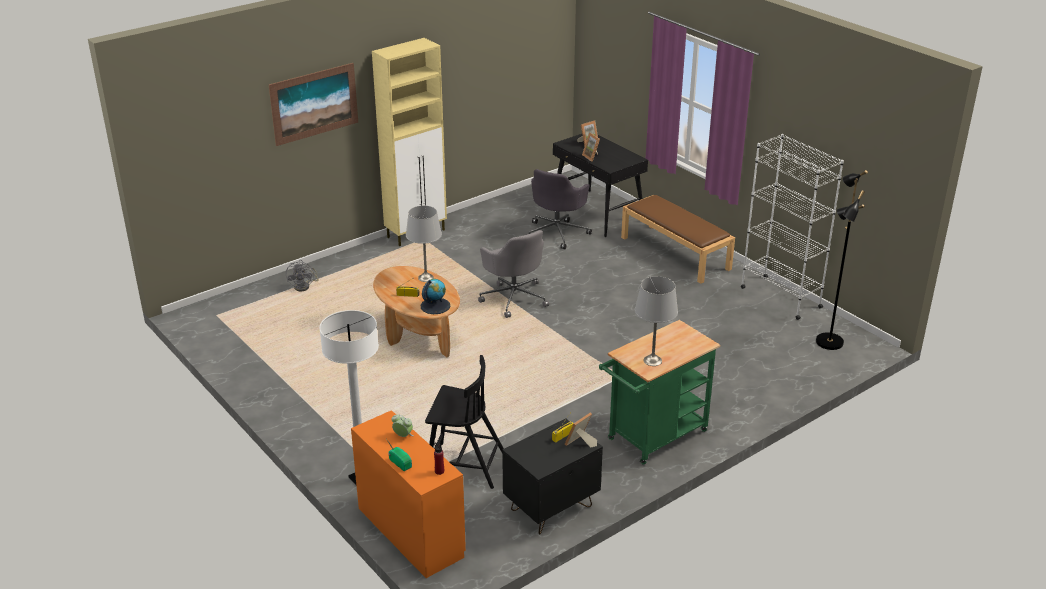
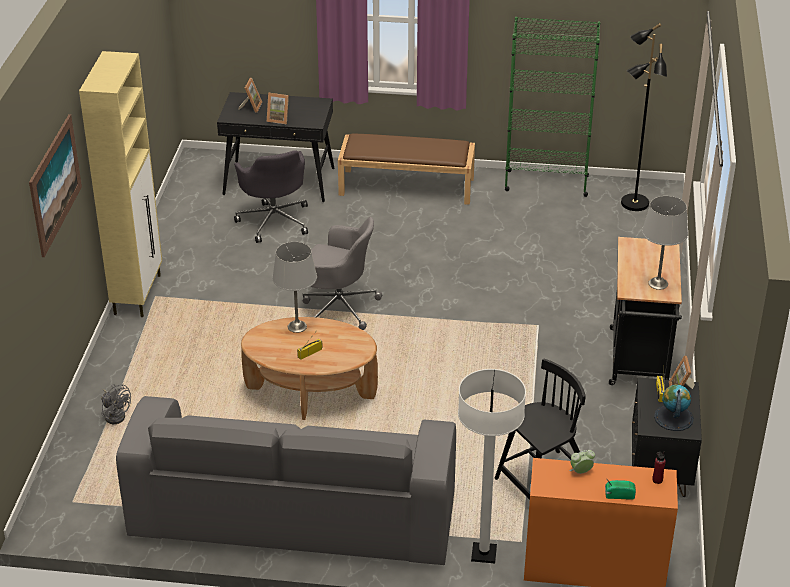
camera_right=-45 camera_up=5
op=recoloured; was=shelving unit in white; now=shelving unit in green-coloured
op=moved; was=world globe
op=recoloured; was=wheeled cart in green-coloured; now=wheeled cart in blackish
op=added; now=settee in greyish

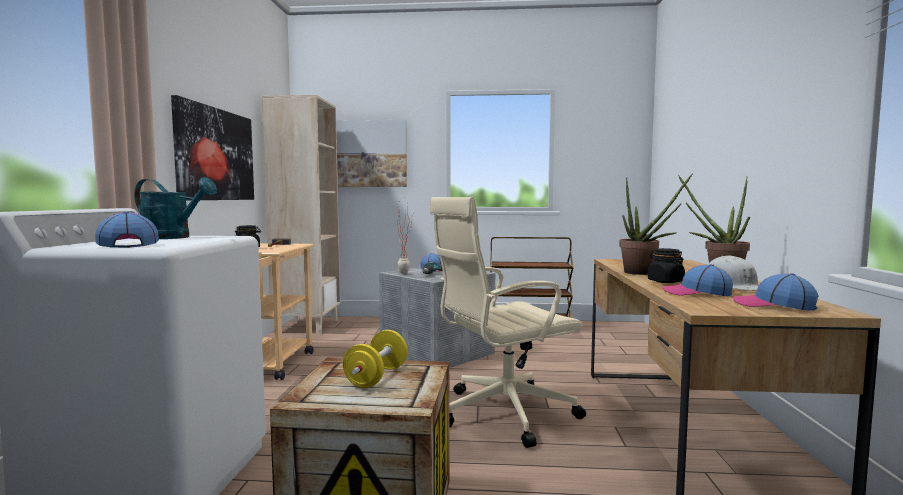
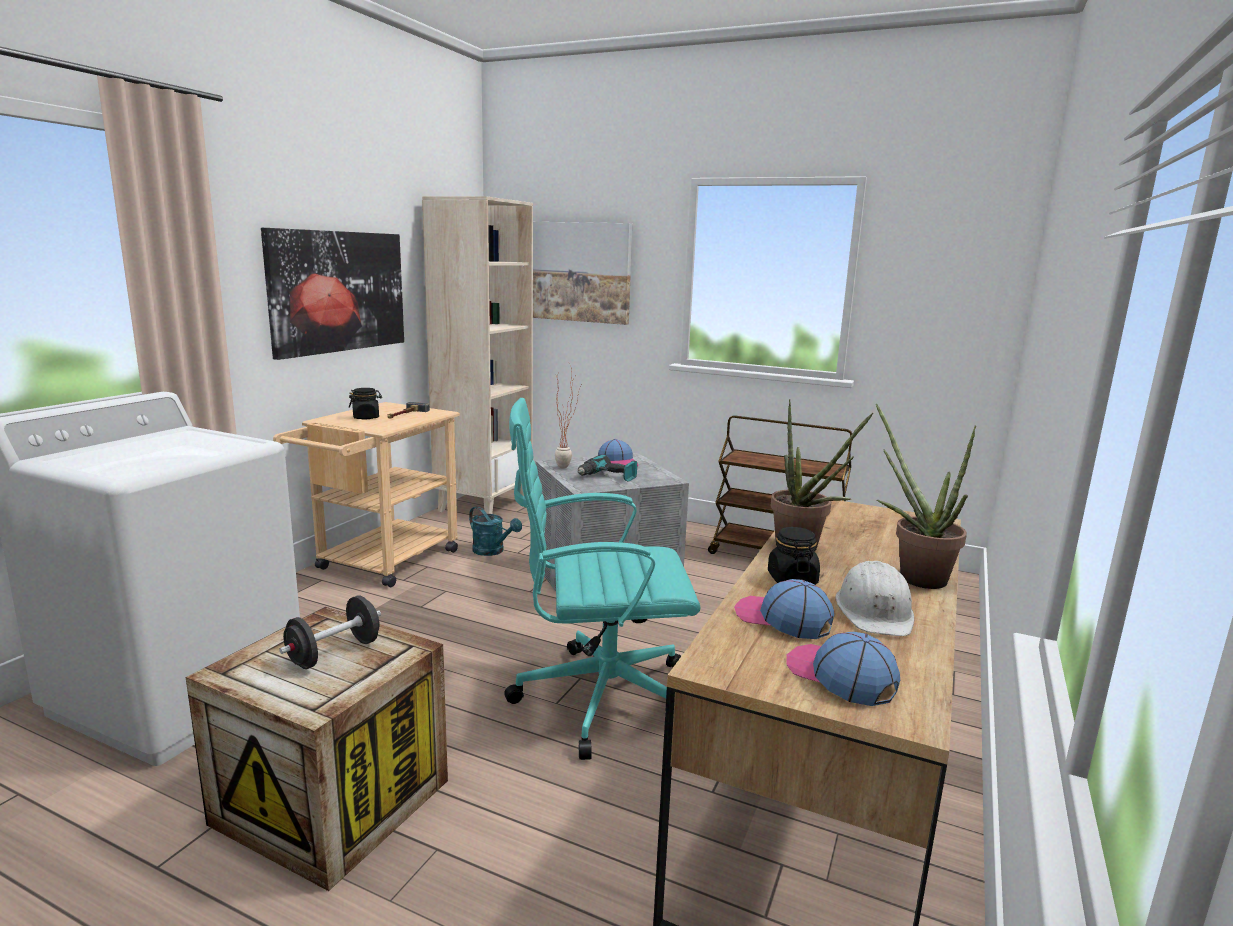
camera_right=20 camera_up=10
op=moved; was=sprinkling can in blue-green
op=recoloured; was=office chair in beige-coloured; now=office chair in blue-green
op=removed; was=peaked cap (1st from left)
op=recoloured; was=dumbbell in yellow-coloured; now=dumbbell in blackish

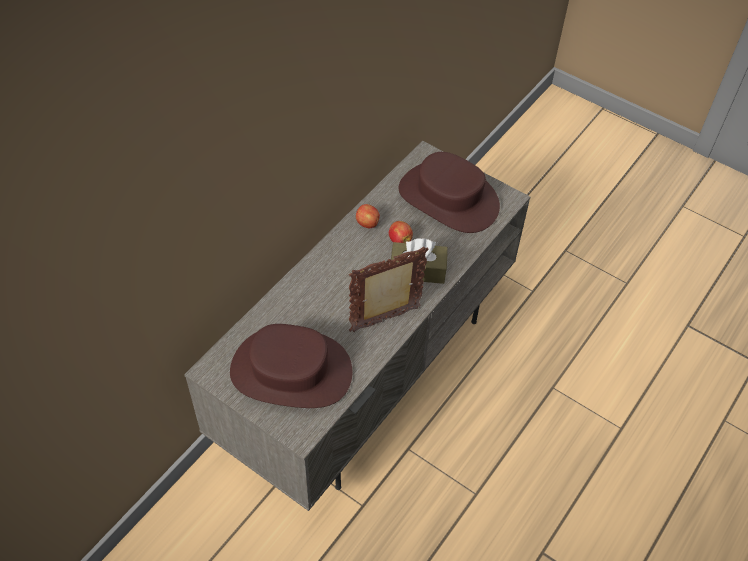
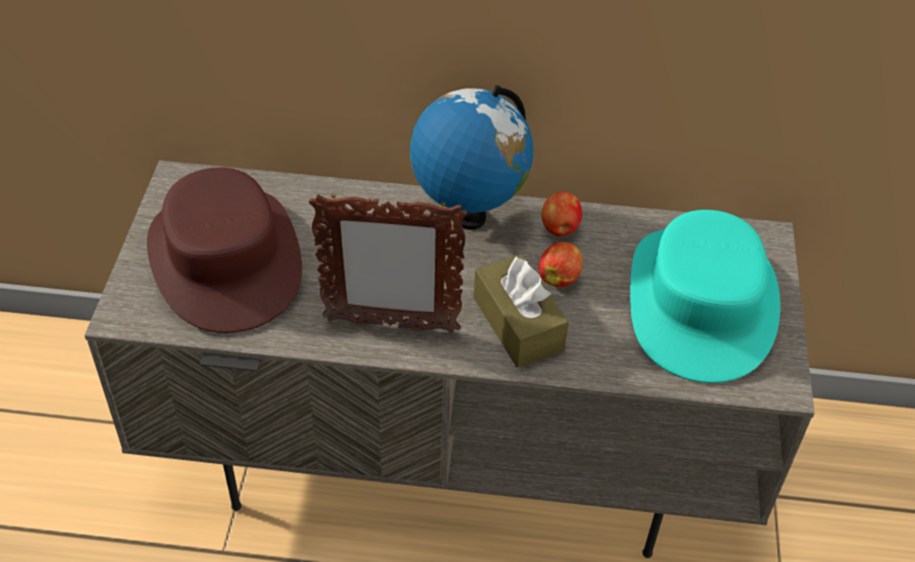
camera_right=60 camera_up=-5
op=recoloured; was=hat in brown-coloured (2nd from left); now=hat in blue-green
op=turned; was=photo frame; clockwise=150
op=added; now=world globe

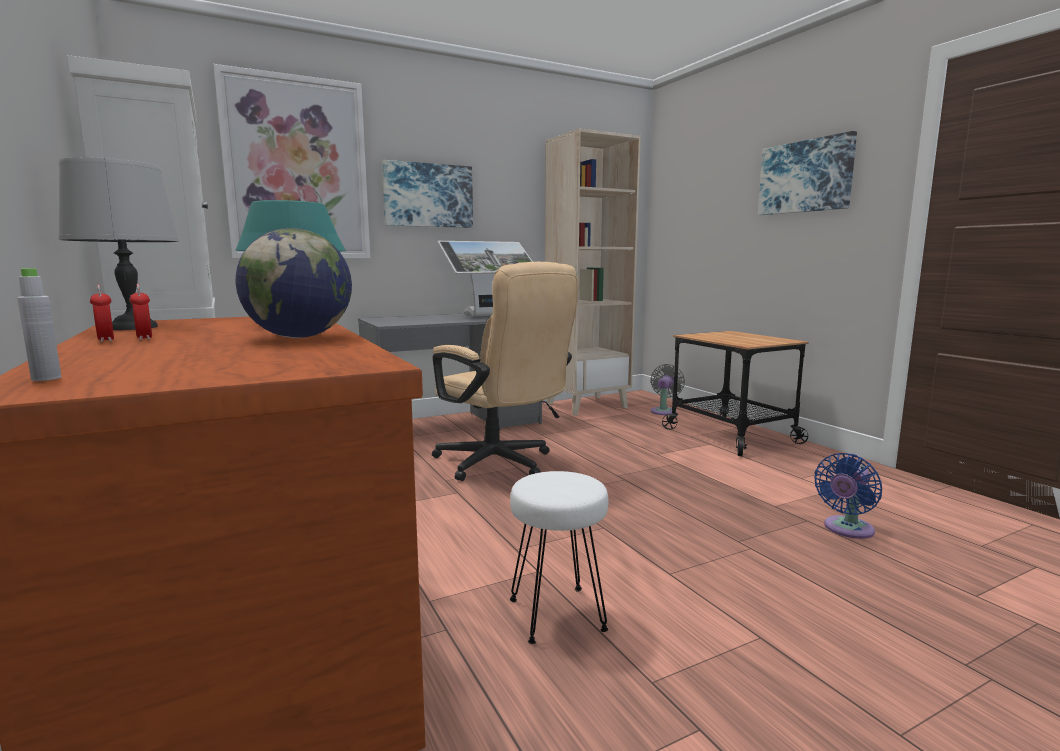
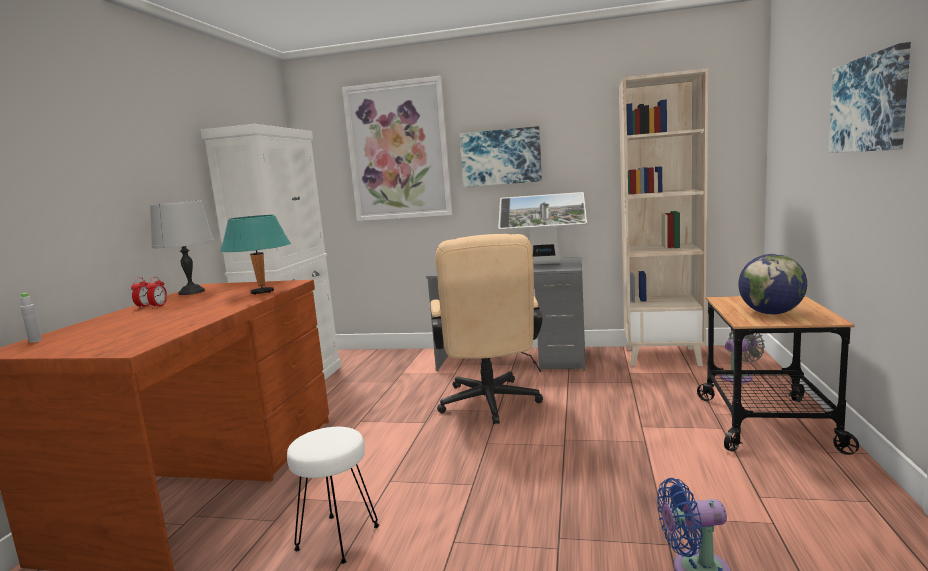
camera_right=40 camera_up=0
op=moved; was=world globe

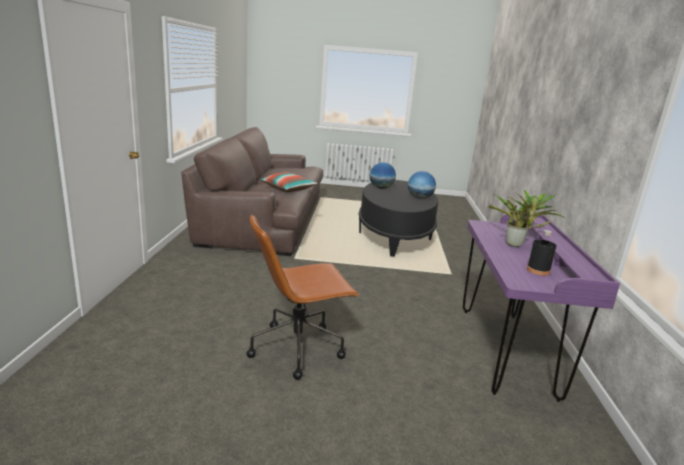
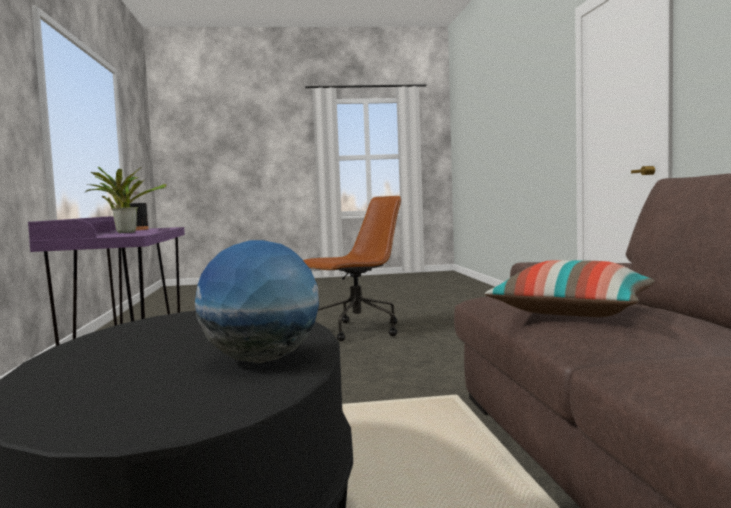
camera_right=170 camera_up=-15
op=removed; was=world globe (2nd from left)

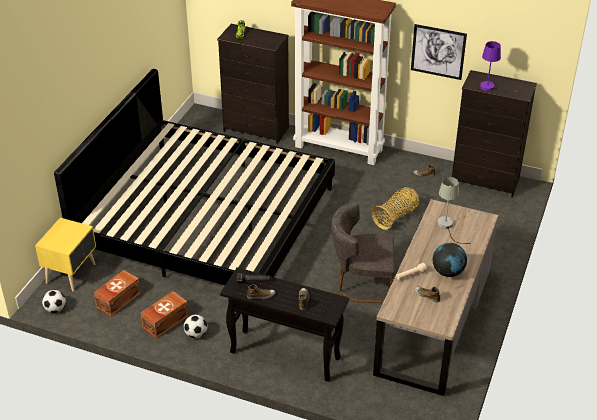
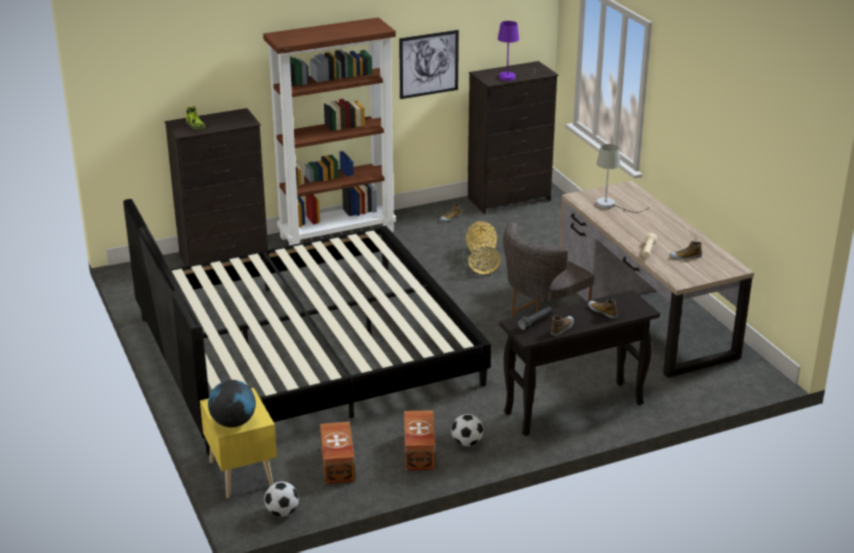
camera_right=-45 camera_up=-10
op=moved; was=world globe

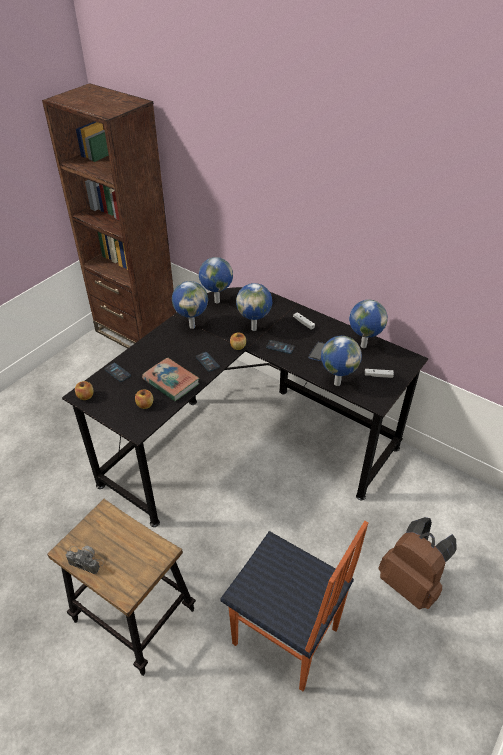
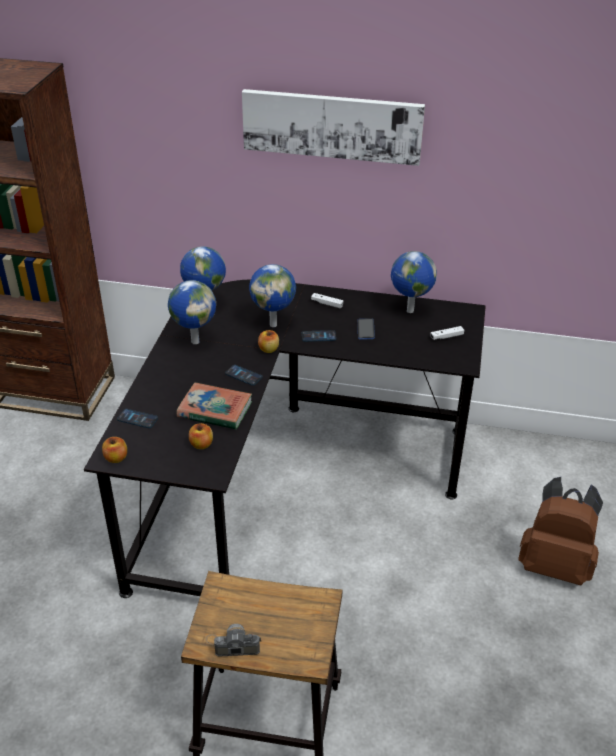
camera_right=-25 camera_up=-5
op=removed; was=world globe (4th from left)
op=removed; was=upright chair
op=added; now=picture

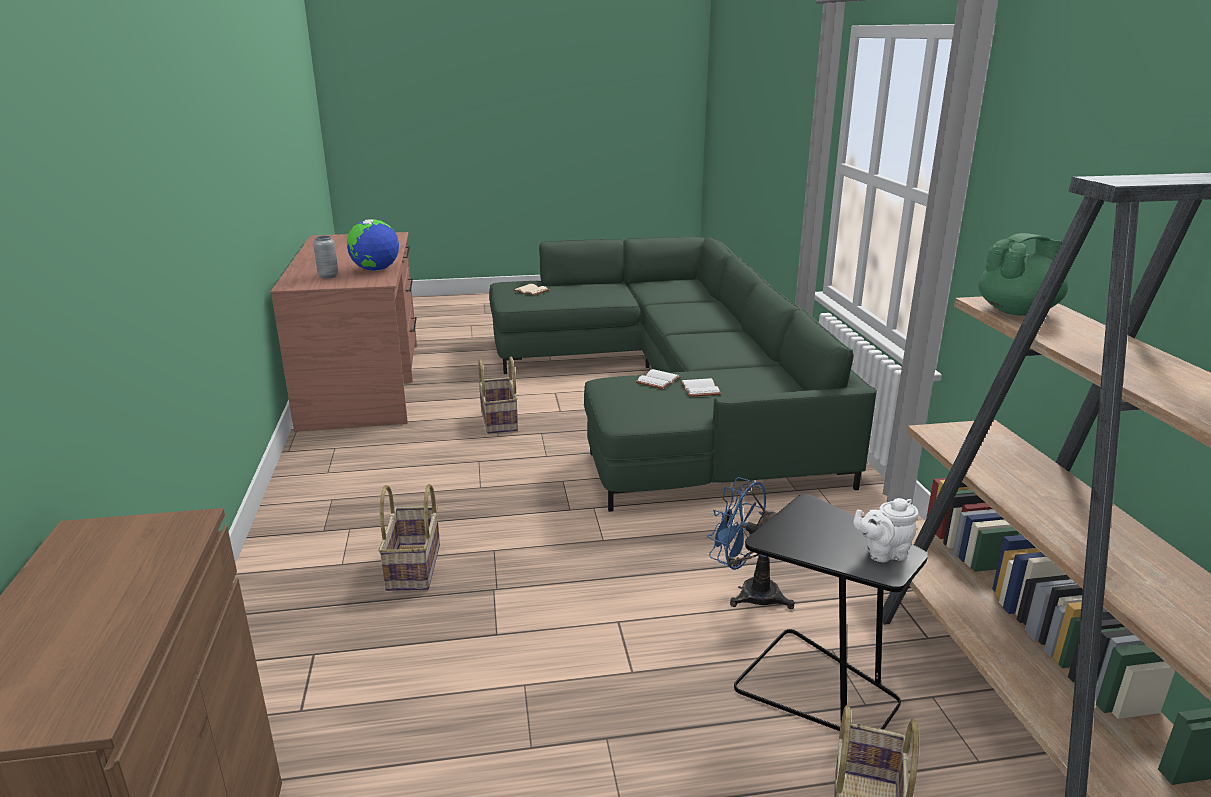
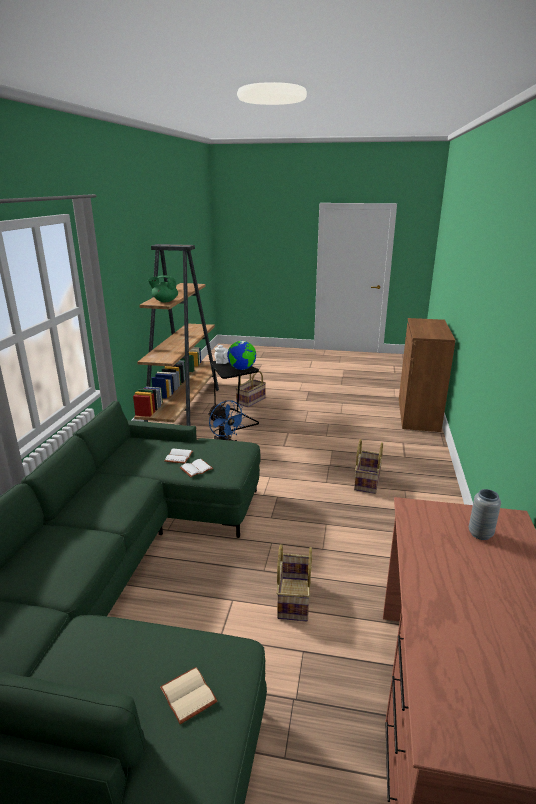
camera_right=-160 camera_up=0
op=moved; was=world globe

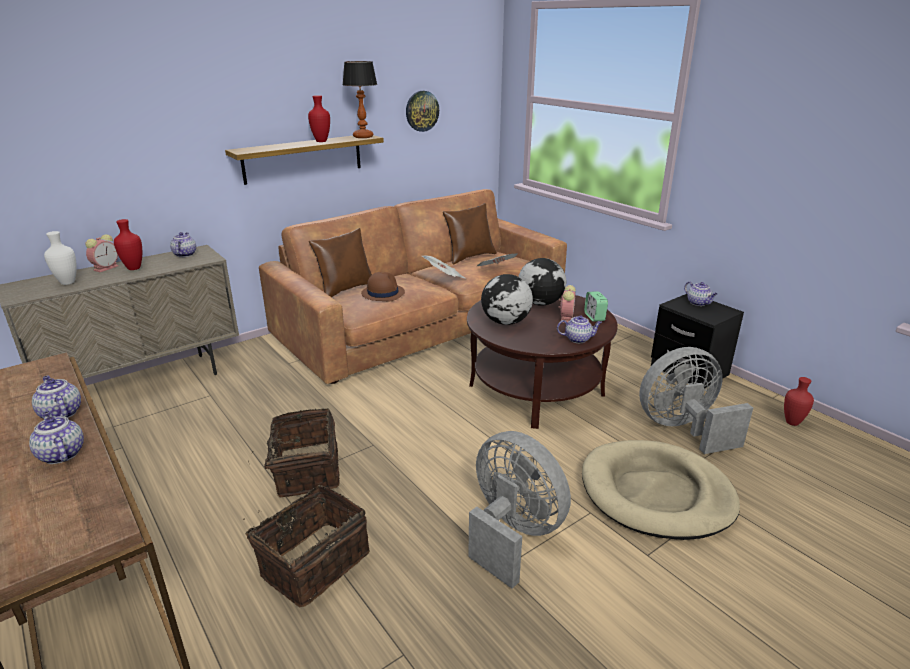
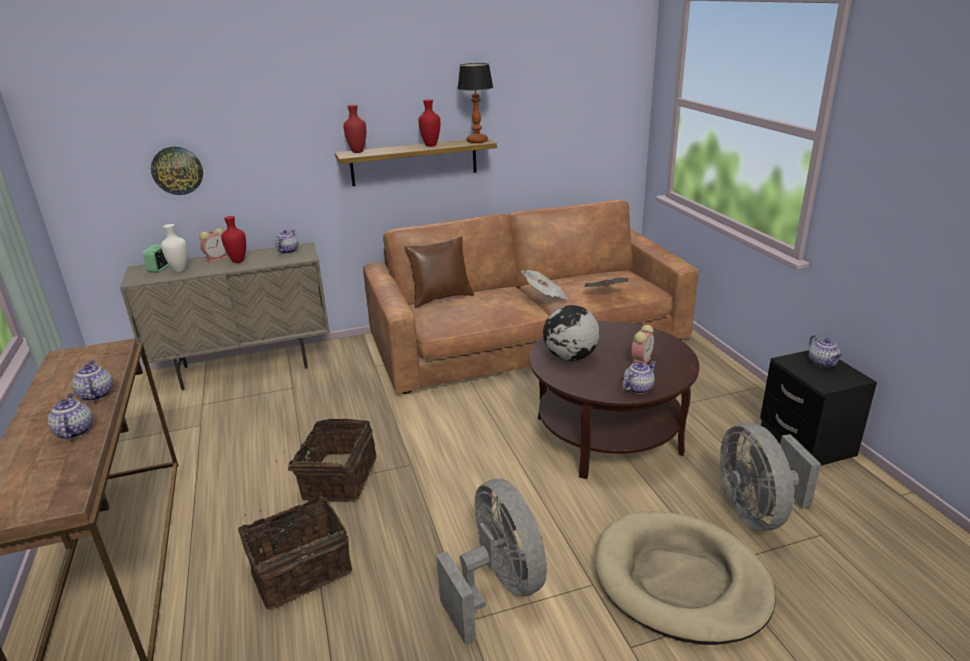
camera_right=20 camera_up=0
op=moved; was=clock on the wall
op=removed; was=cushion in brown-coloured (2nd from left)
op=removed; was=world globe (2nd from left)
op=removed; was=hat in brown-coloured
op=moved; was=bedside clock (3rd from left in the first image); now=bedside clock (1st from left)
op=turned; was=tea pot (4th from left); clockwise=-60
op=turned; was=cooling fan in greyish (2nd from left); clockwise=-105
op=moved; was=vase in reddish (3rd from left in the first image); now=vase in reddish (2nd from left)

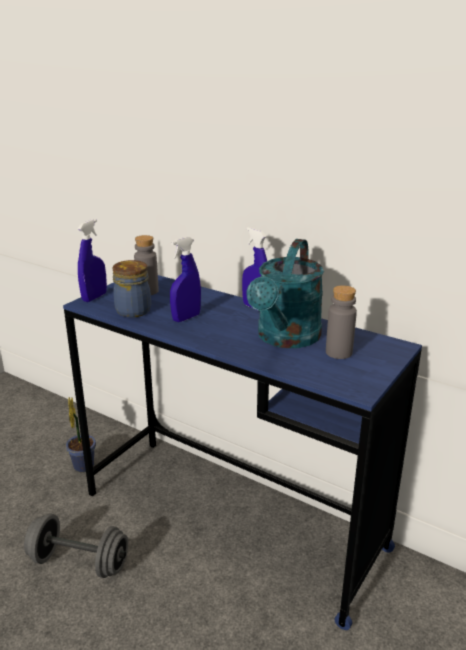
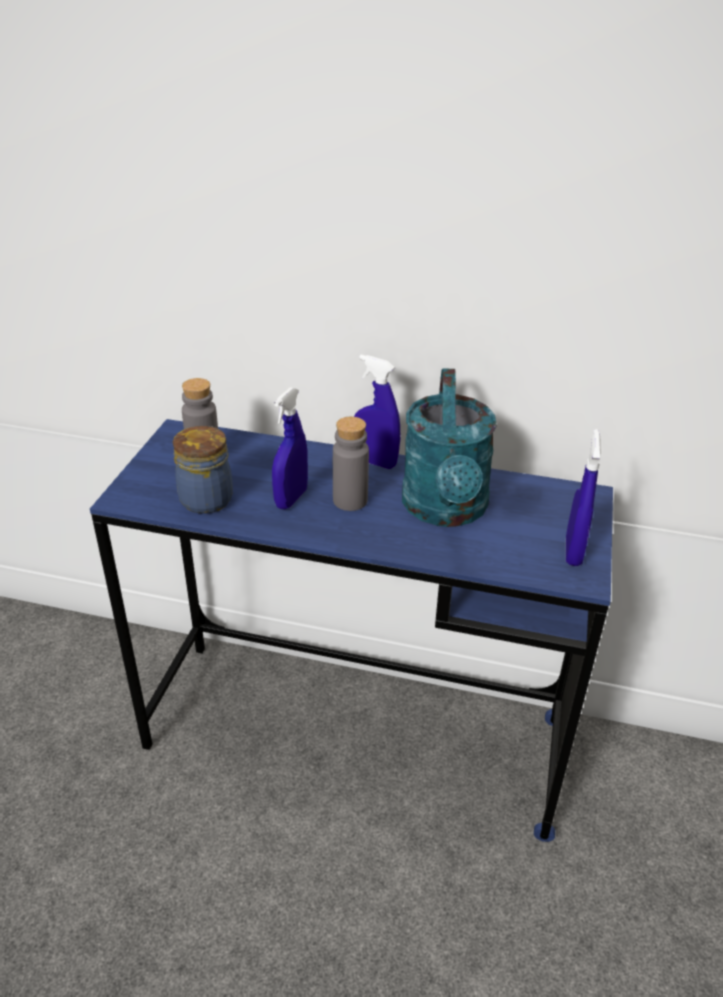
camera_right=-20 camera_up=10
op=moved; was=hand sprayer in bluish (1st from left in the first image); now=hand sprayer in bluish (3rd from left)
op=moved; was=bottle in greyish (2nd from left)
op=removed; was=potted plant
op=removed; was=dumbbell in greyish

